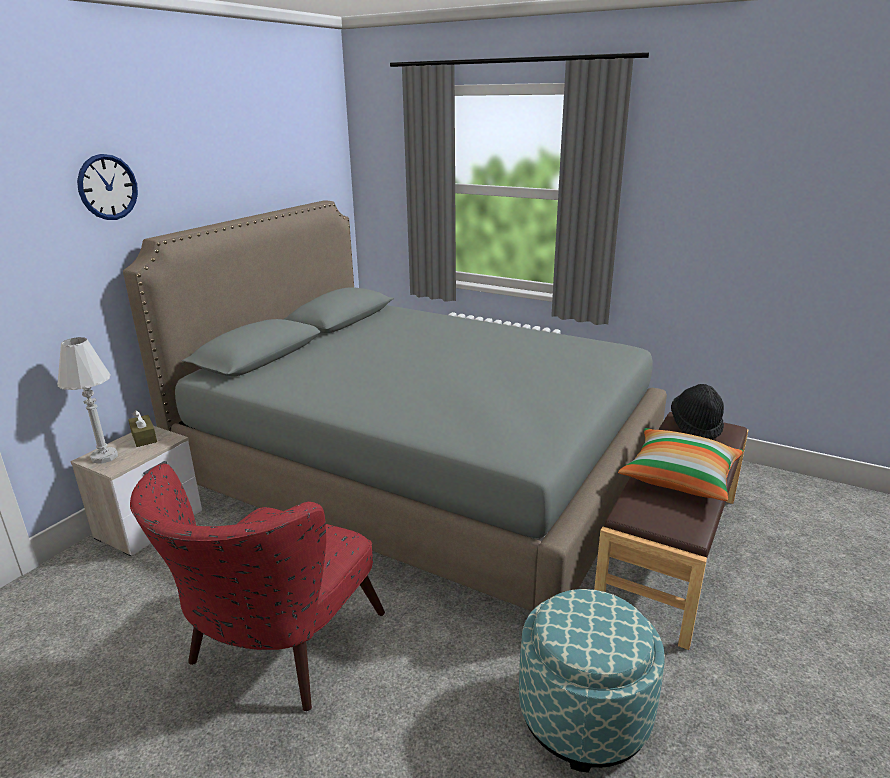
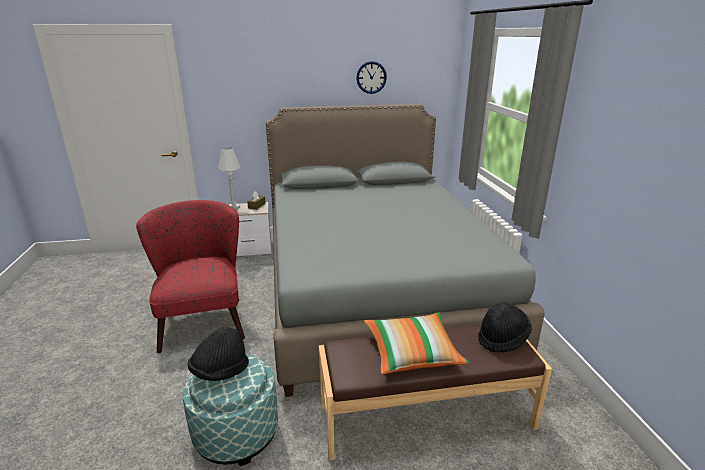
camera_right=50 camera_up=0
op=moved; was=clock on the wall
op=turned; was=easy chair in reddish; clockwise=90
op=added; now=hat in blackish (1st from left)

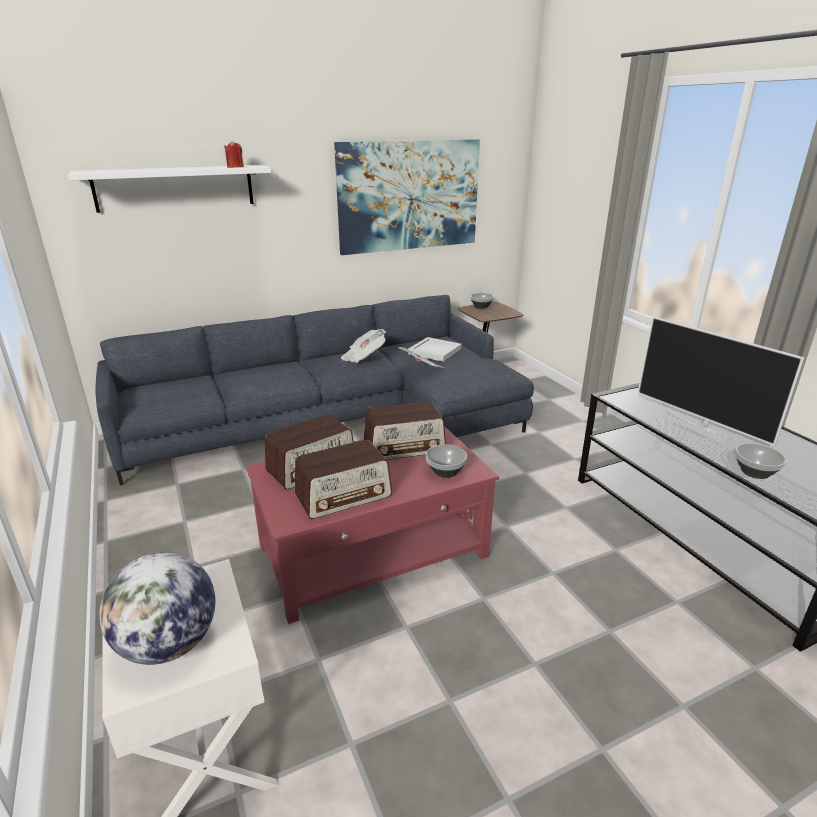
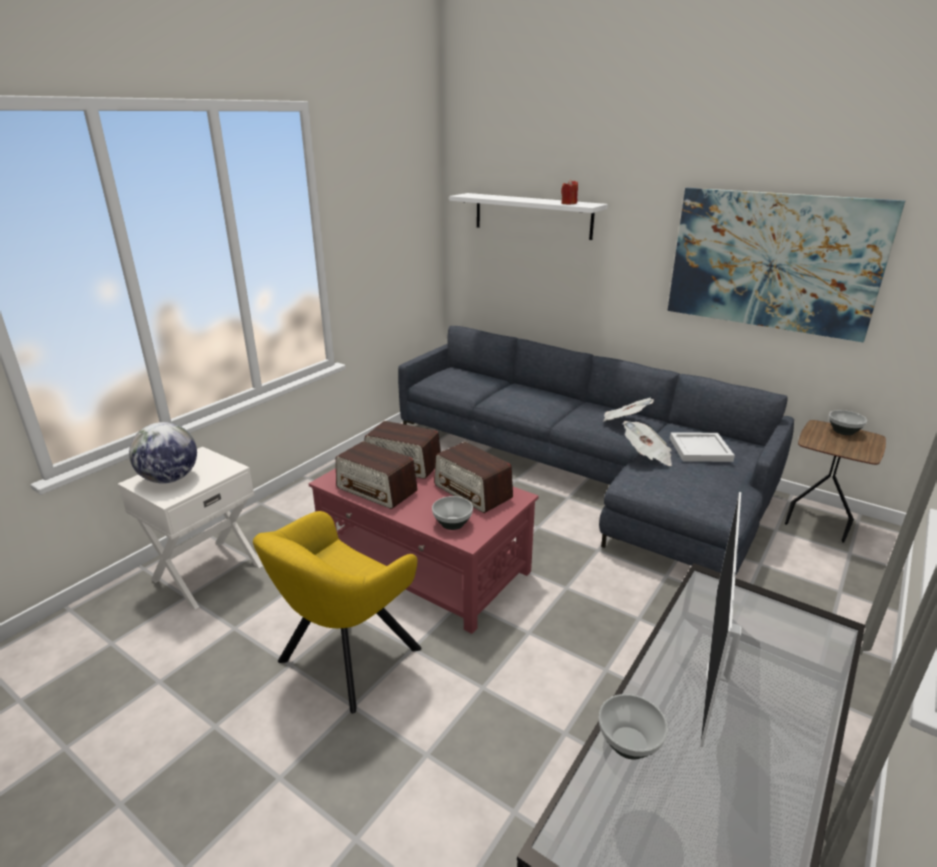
camera_right=60 camera_up=0
op=added; now=easy chair in yellow-coloured

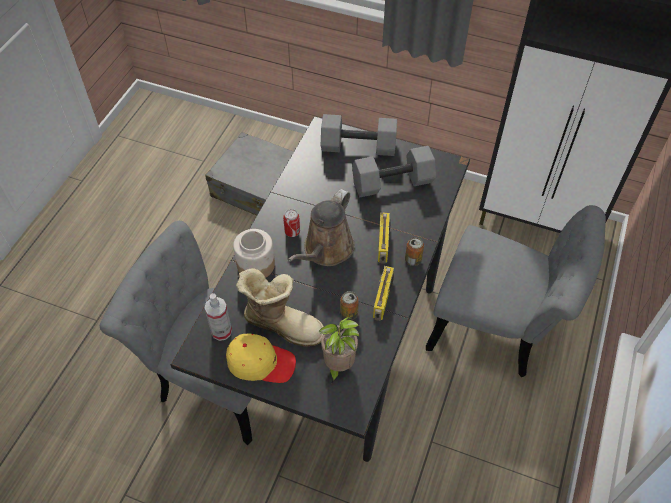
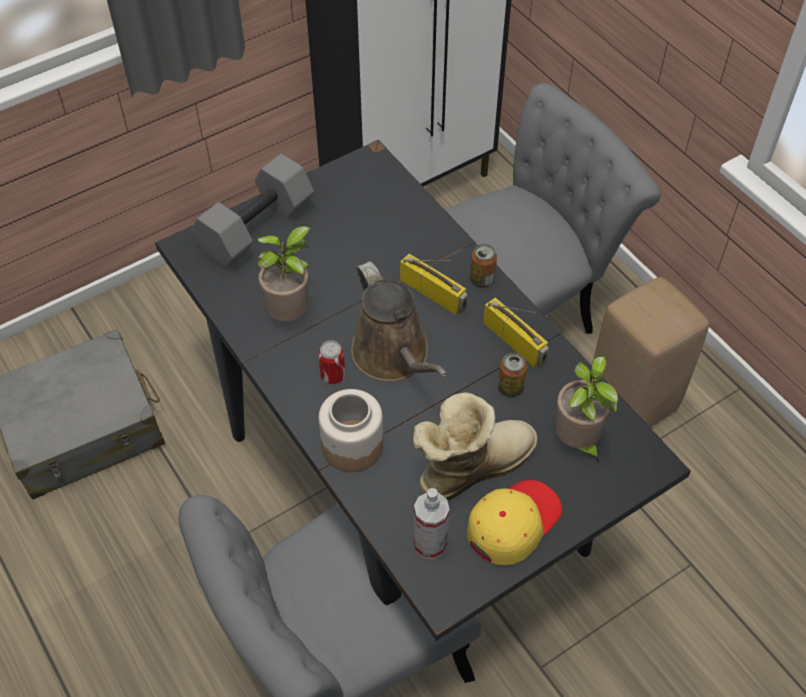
camera_right=-55 camera_up=0
op=removed; was=dumbbell in greyish (2nd from left)
op=added; now=potted plant (1st from left)
op=added; now=stool in beige-coloured

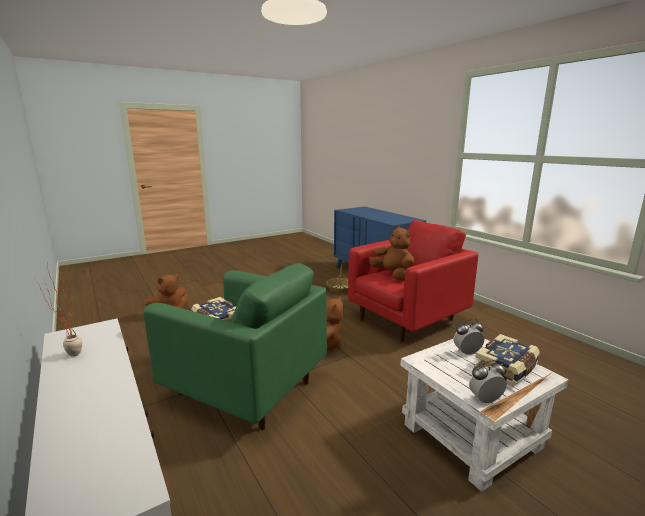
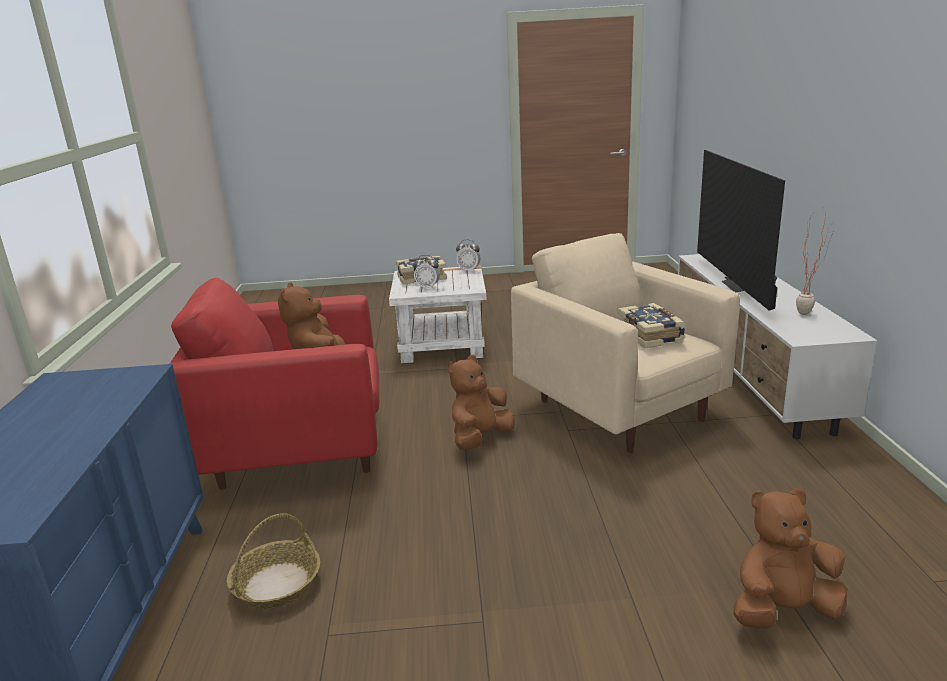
camera_right=-150 camera_up=5
op=recoloured; was=easy chair in green-coloured; now=easy chair in beige-coloured
op=added; now=TV

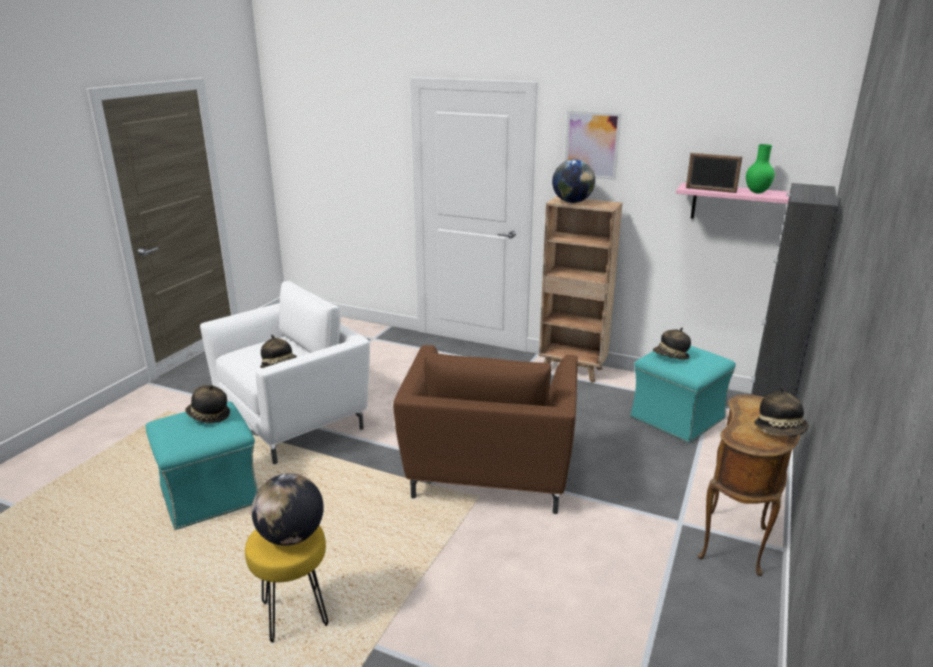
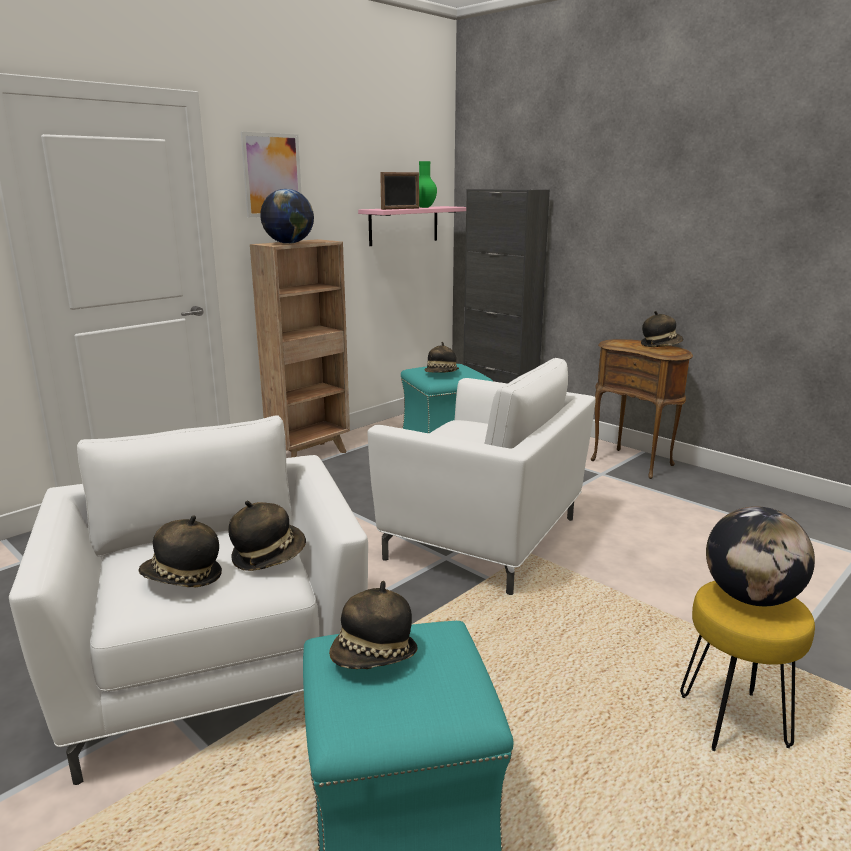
camera_right=-70 camera_up=-5
op=recoloured; was=easy chair in brown-coloured; now=easy chair in white (2nd from left)
op=added; now=hat (1st from left)

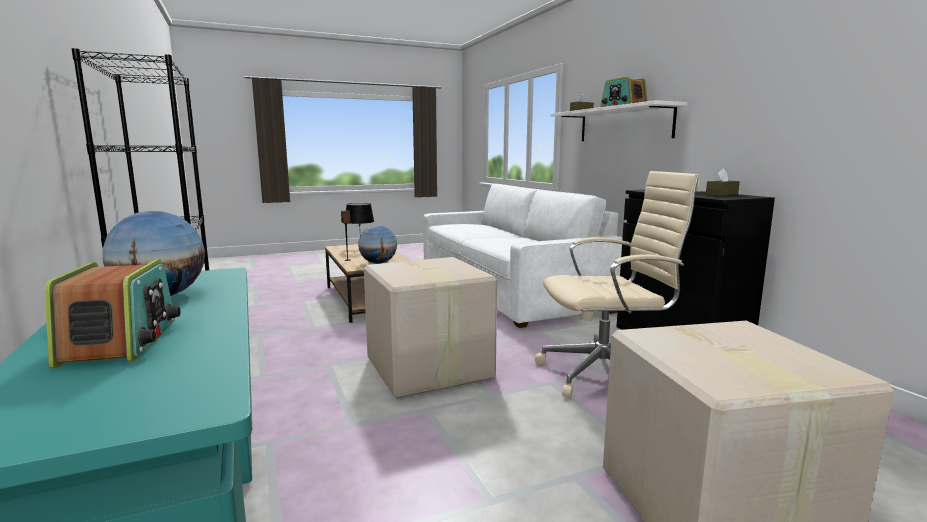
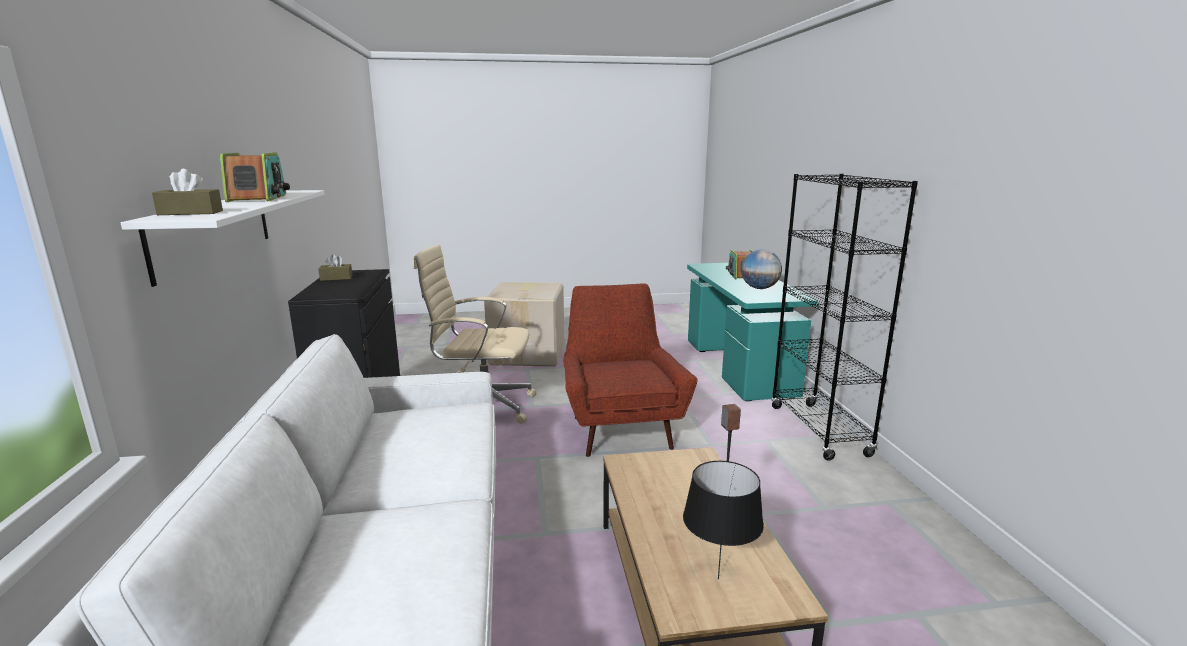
camera_right=-165 camera_up=5
op=removed; was=world globe (2nd from left)
op=replaced; was=cardboard box (1st from left); now=easy chair in reddish

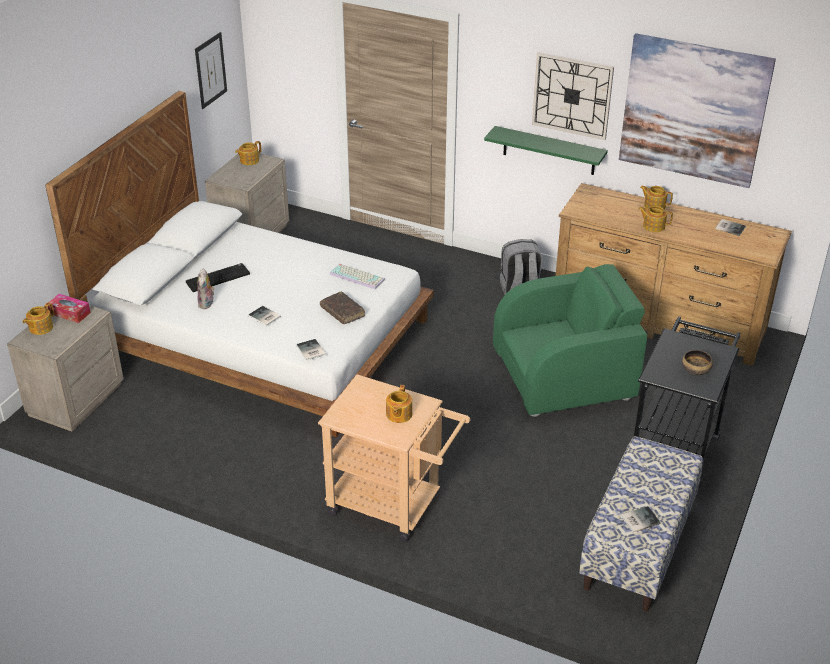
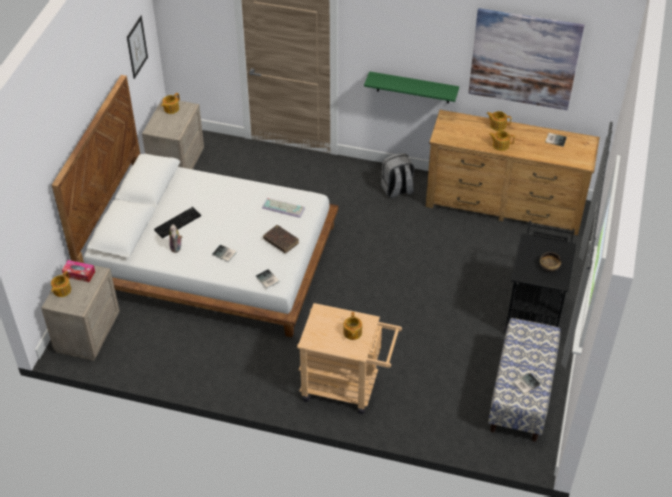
camera_right=-10 camera_up=10
op=removed; was=clock on the wall
op=removed; was=easy chair in green-coloured

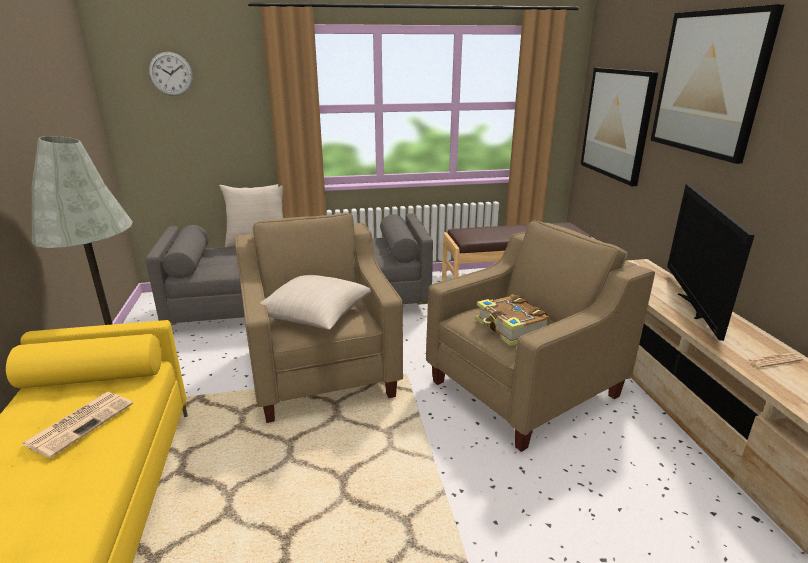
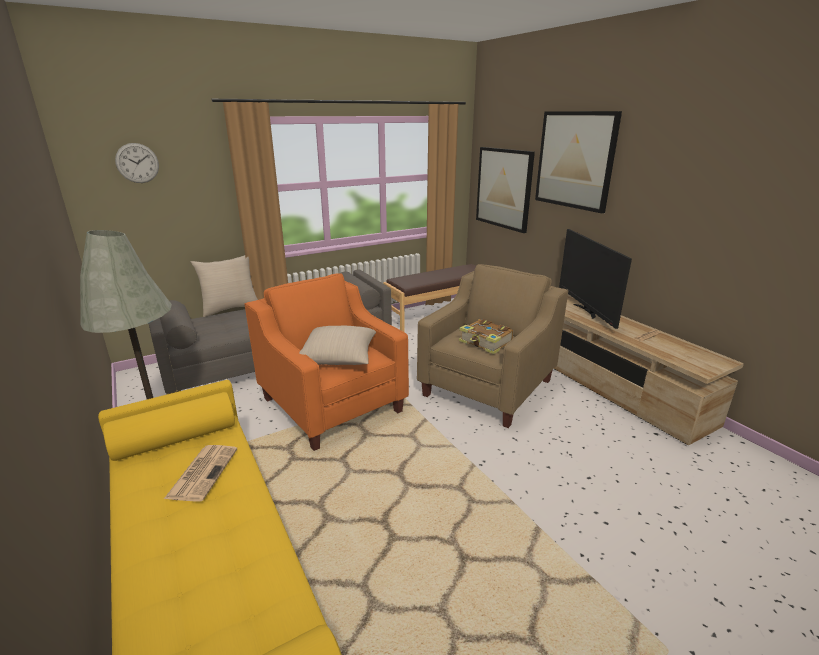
camera_right=-20 camera_up=0
op=recoloured; was=easy chair in beige-coloured (1st from left); now=easy chair in orange

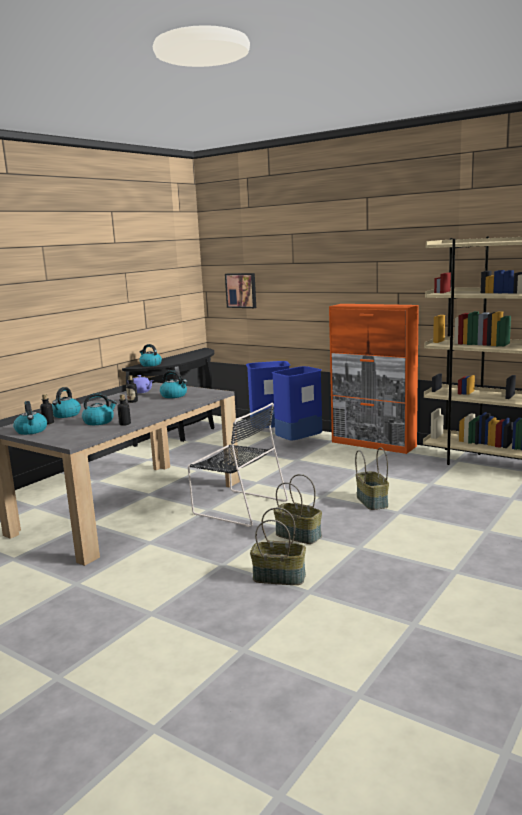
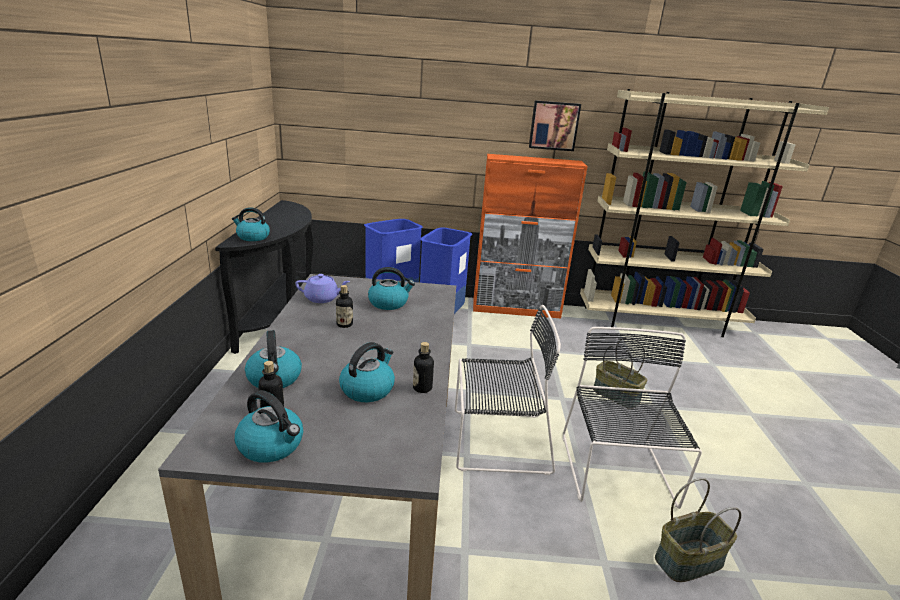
camera_right=-35 camera_up=10
op=moved; was=picture
op=replaced; was=basket (2nd from left); now=upright chair in blackish (2nd from left)

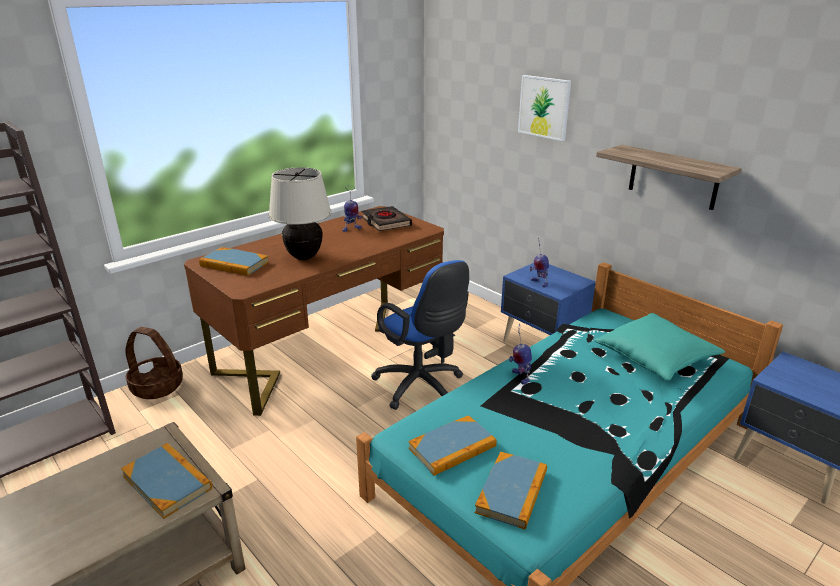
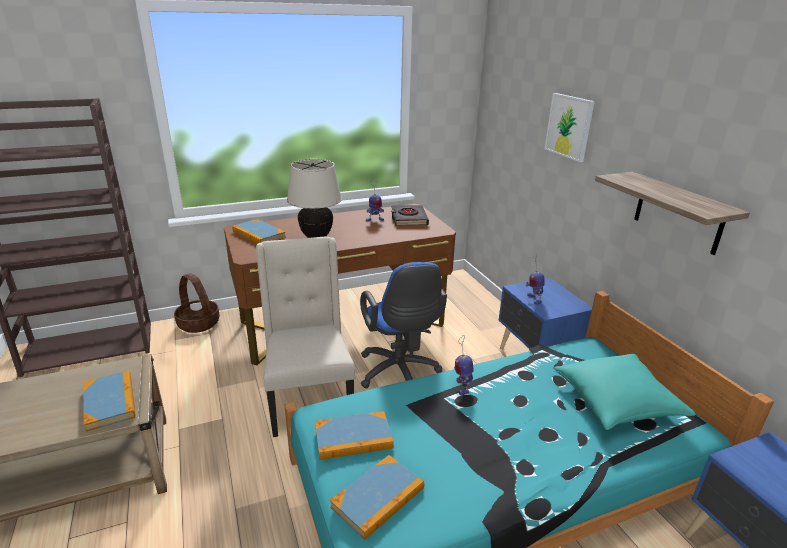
camera_right=20 camera_up=0
op=added; now=upright chair in beige-coloured

